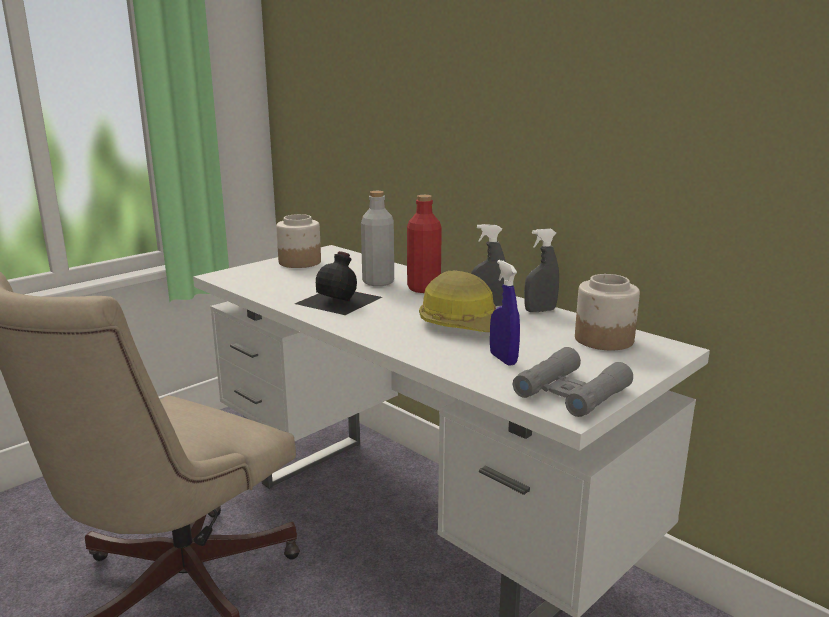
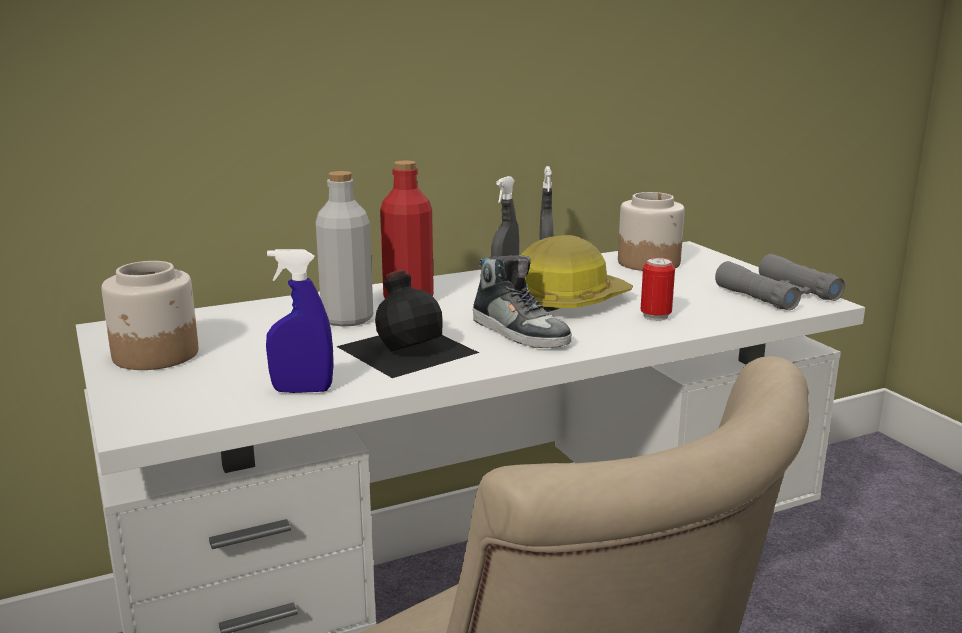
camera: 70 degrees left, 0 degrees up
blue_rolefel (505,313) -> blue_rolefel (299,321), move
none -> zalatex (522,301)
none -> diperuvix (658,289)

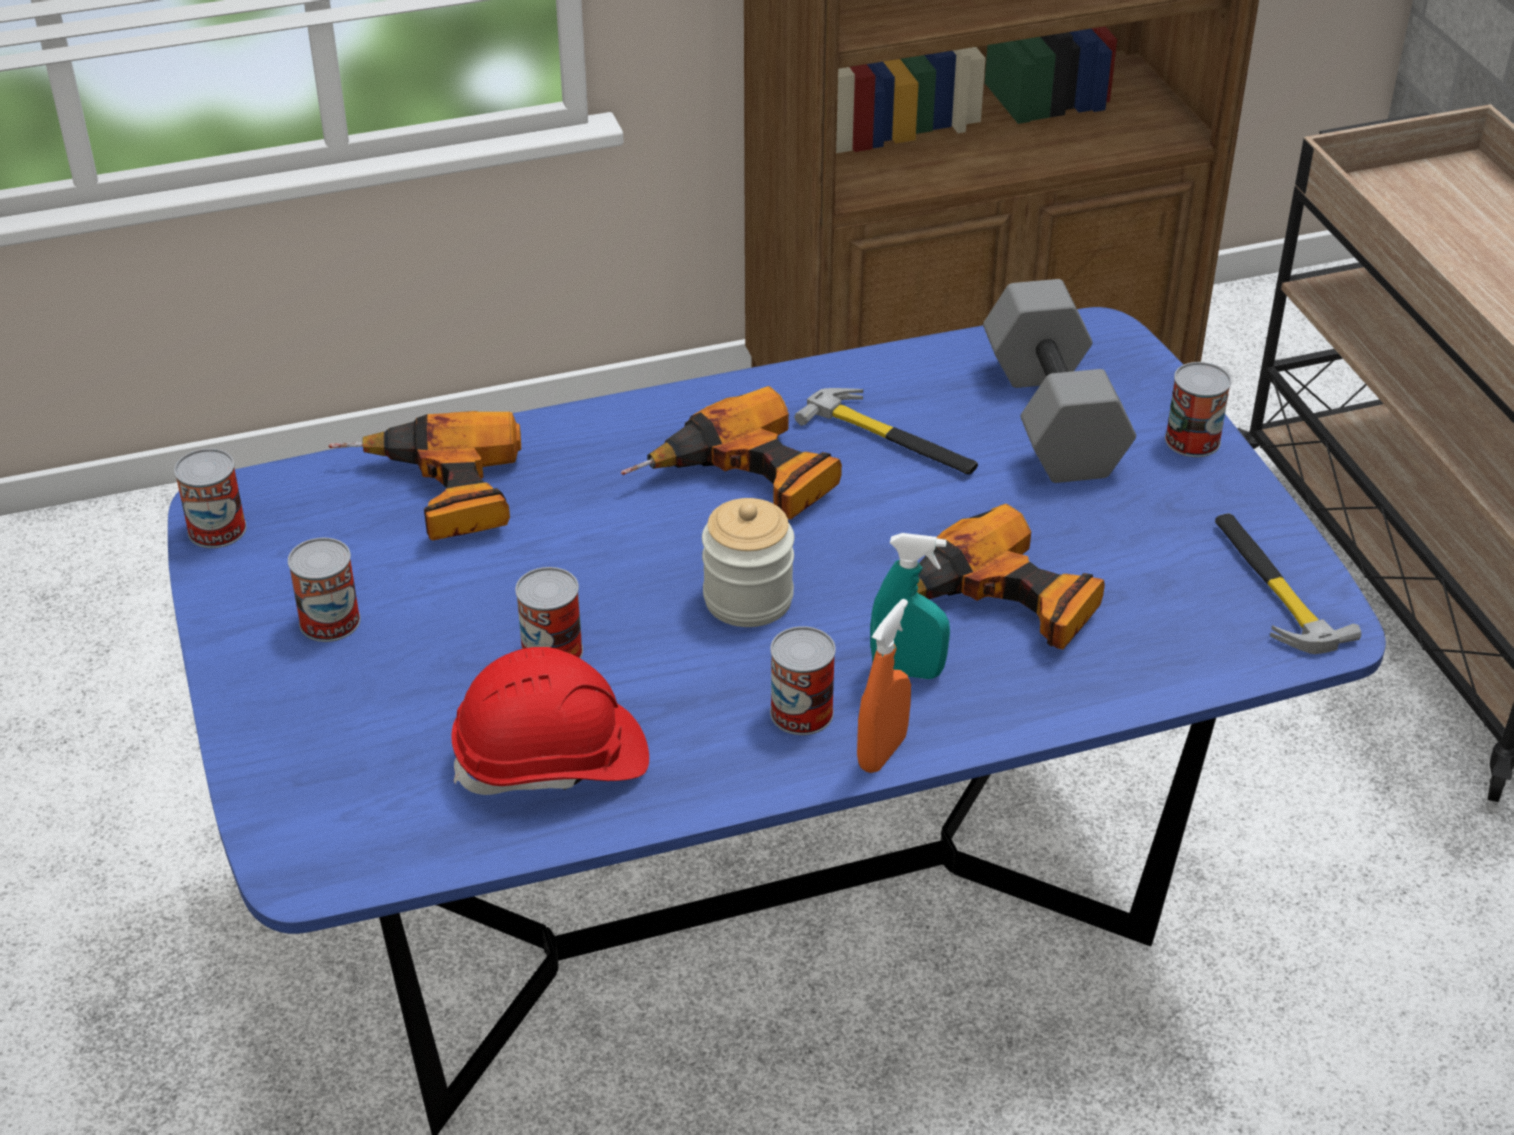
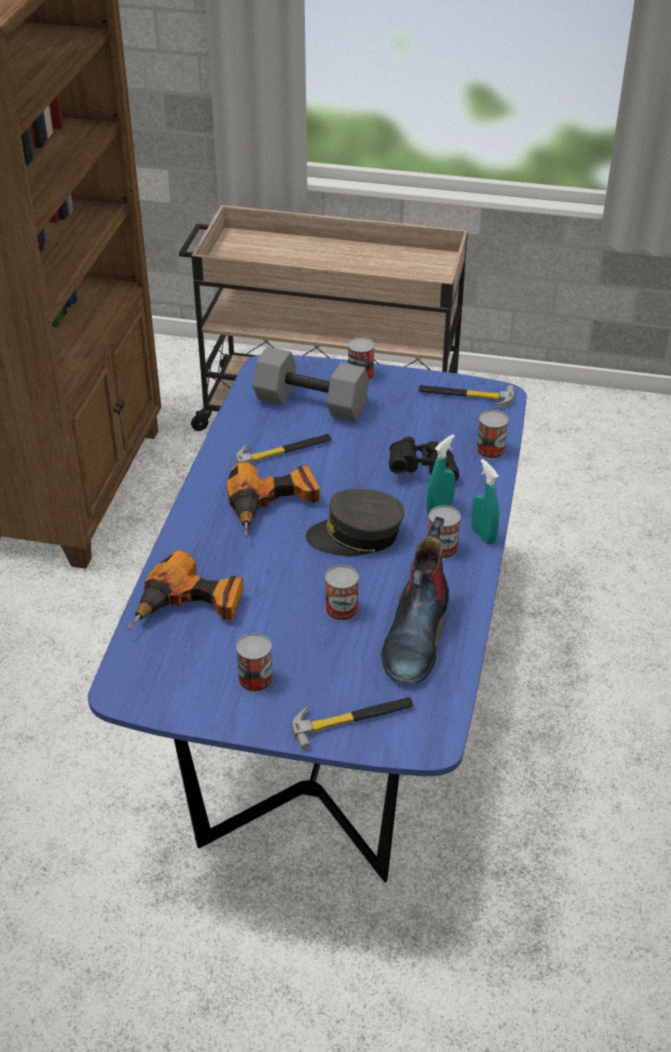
camera: 60 degrees left, 0 degrees up
diperuvix (210,498) -> diperuvix (492,434), move
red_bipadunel (550,721) -> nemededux (415,600)
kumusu (748,562) -> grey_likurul (355,522)
orange_rolefel (884,686) -> turquoise_rolefel (485,502)
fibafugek (1011,576) -> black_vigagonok (424,459)
none -> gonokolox (353,723)

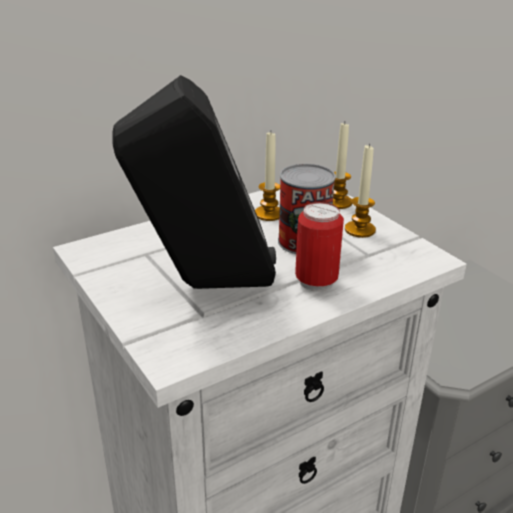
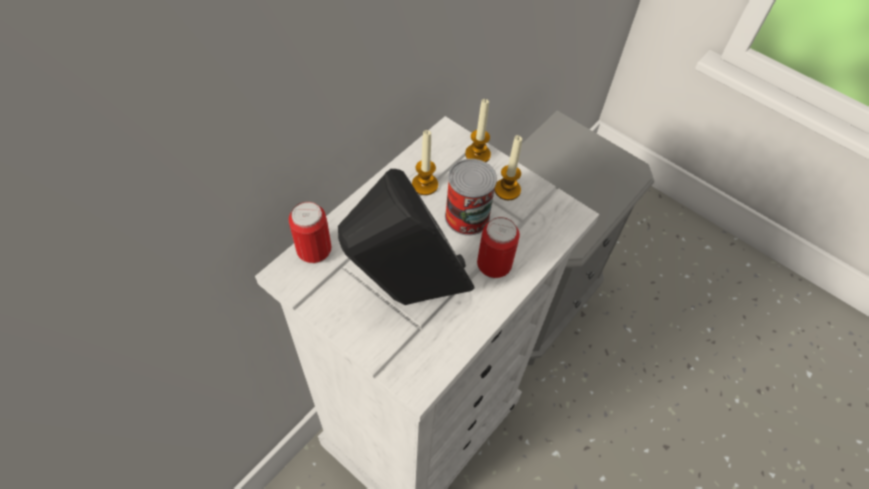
camera: 20 degrees left, 25 degrees up
none -> diperuvix (310,233)

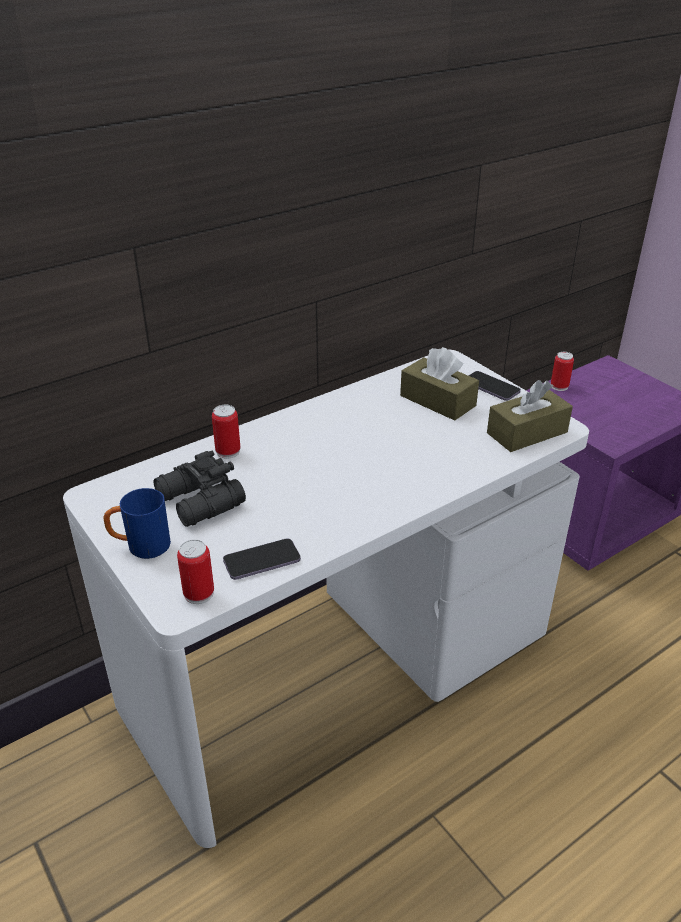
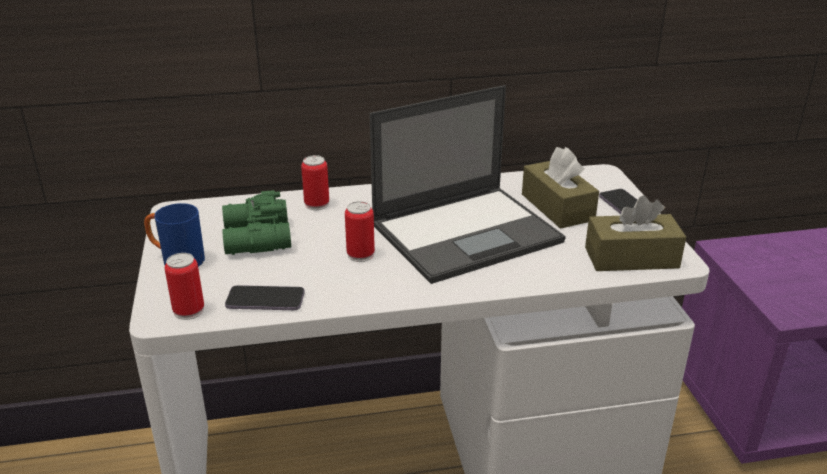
camera: 25 degrees right, 5 degrees down
black_vigagonok (199,489) -> green_vigagonok (256,222)
diperuvix (562,371) -> diperuvix (360,231), move
none -> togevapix (467,184)

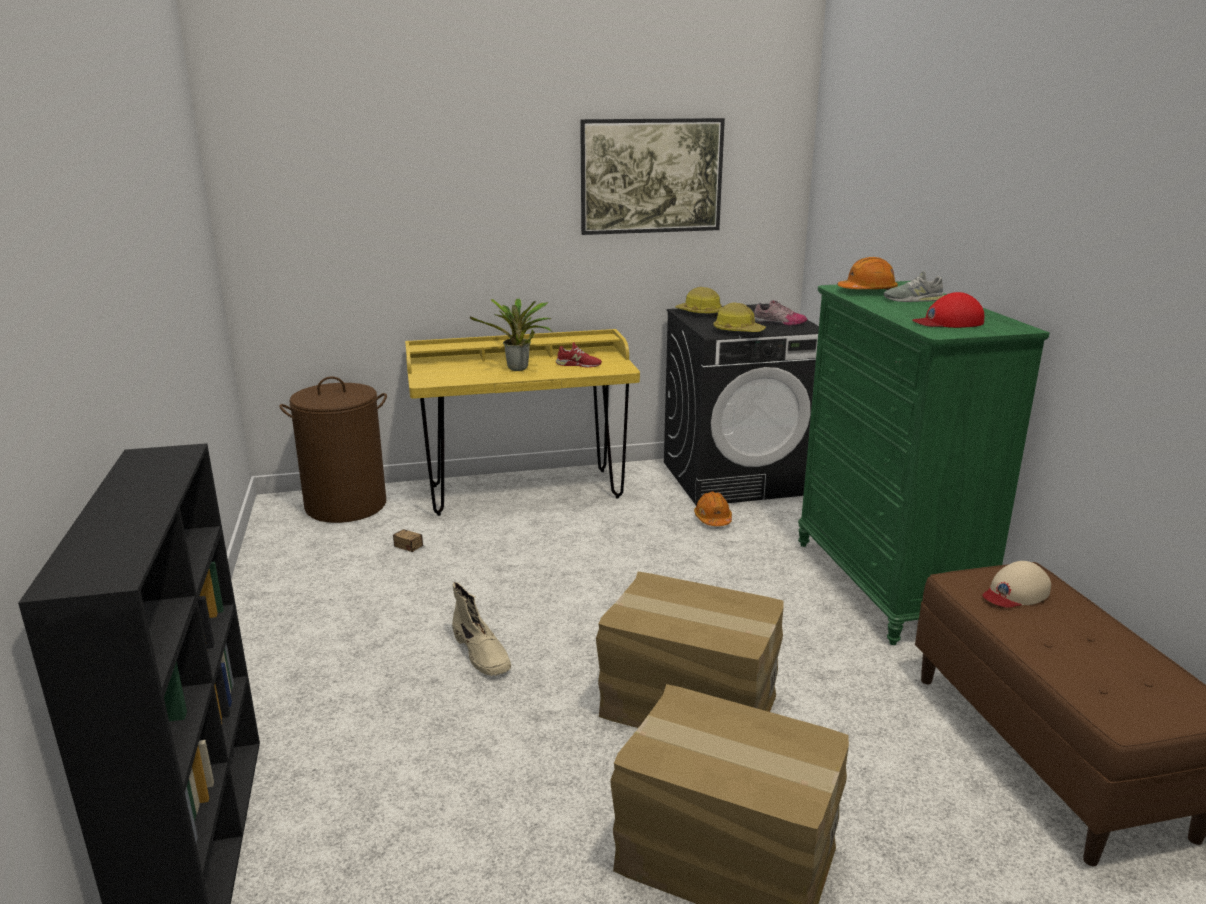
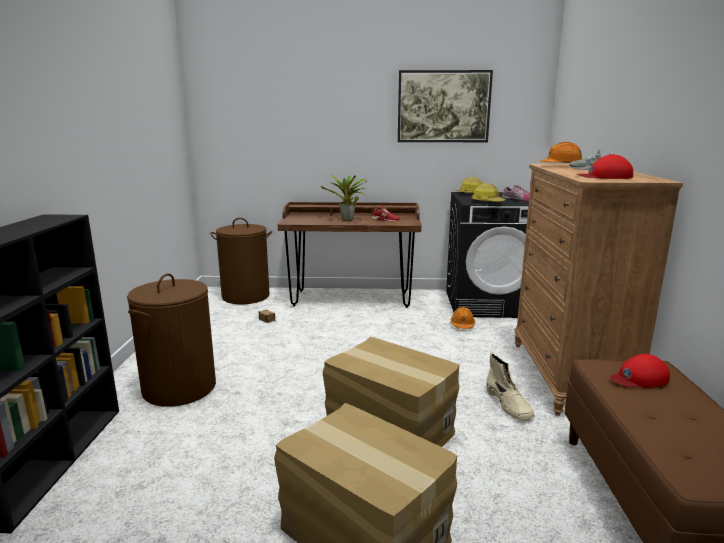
camera: 15 degrees right, 5 degrees down
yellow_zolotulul (522,422) -> brown_zolotulul (349,255)
beige_nemededux (481,629) -> beige_nemededux (510,386), move
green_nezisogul (924,463) -> brown_nezisogul (598,290)
beige_likurul (1017,584) -> red_likurul (640,371)
none -> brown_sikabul (171,340)

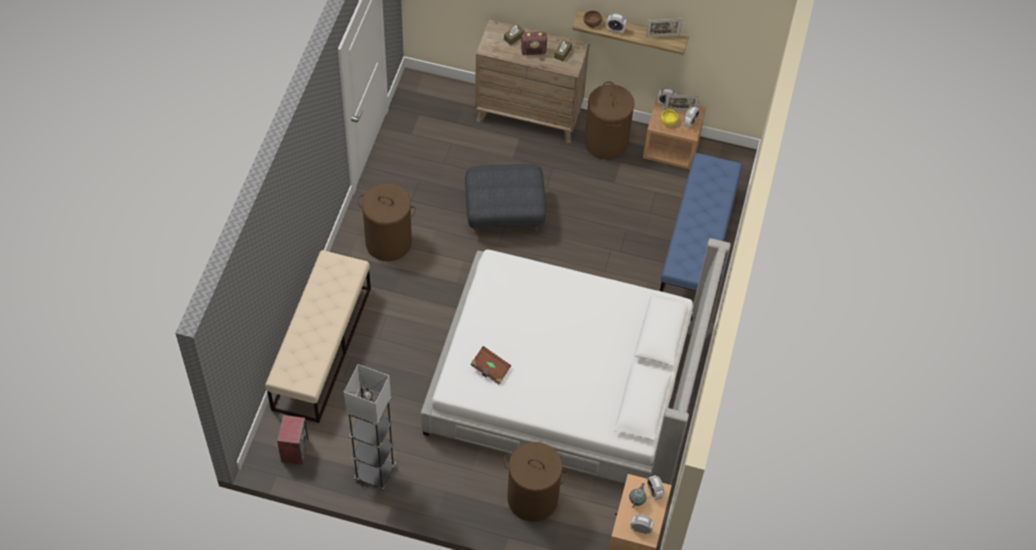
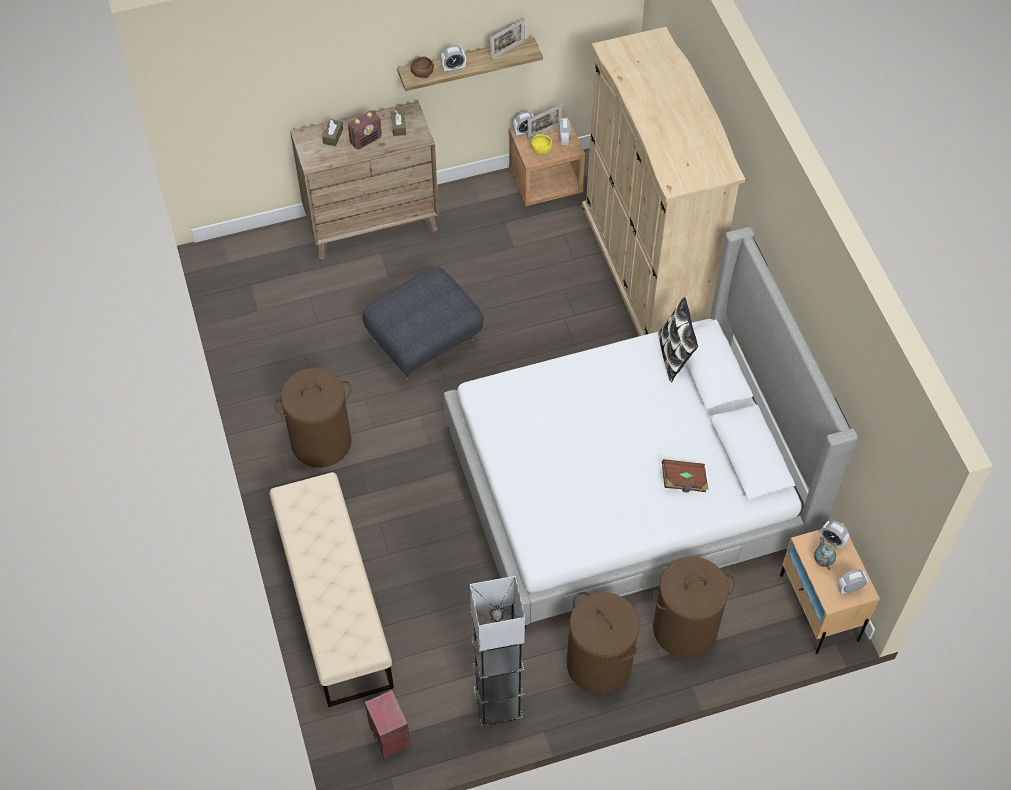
camera: 30 degrees left, 0 degrees up
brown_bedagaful (491,365) -> brown_bedagaful (685,475), move
brown_sikabul (609,120) -> brown_sikabul (603,643), move
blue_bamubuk (701,222) -> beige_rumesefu (663,181)
none -> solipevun (678,339)

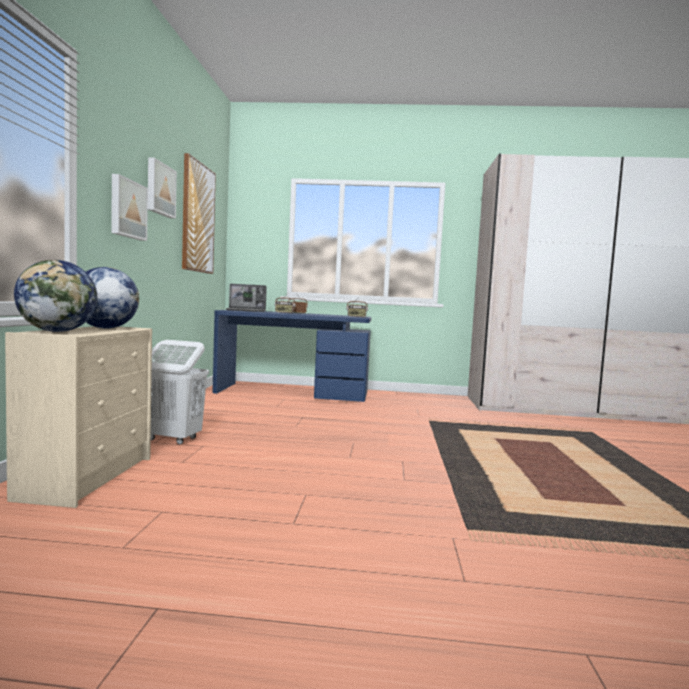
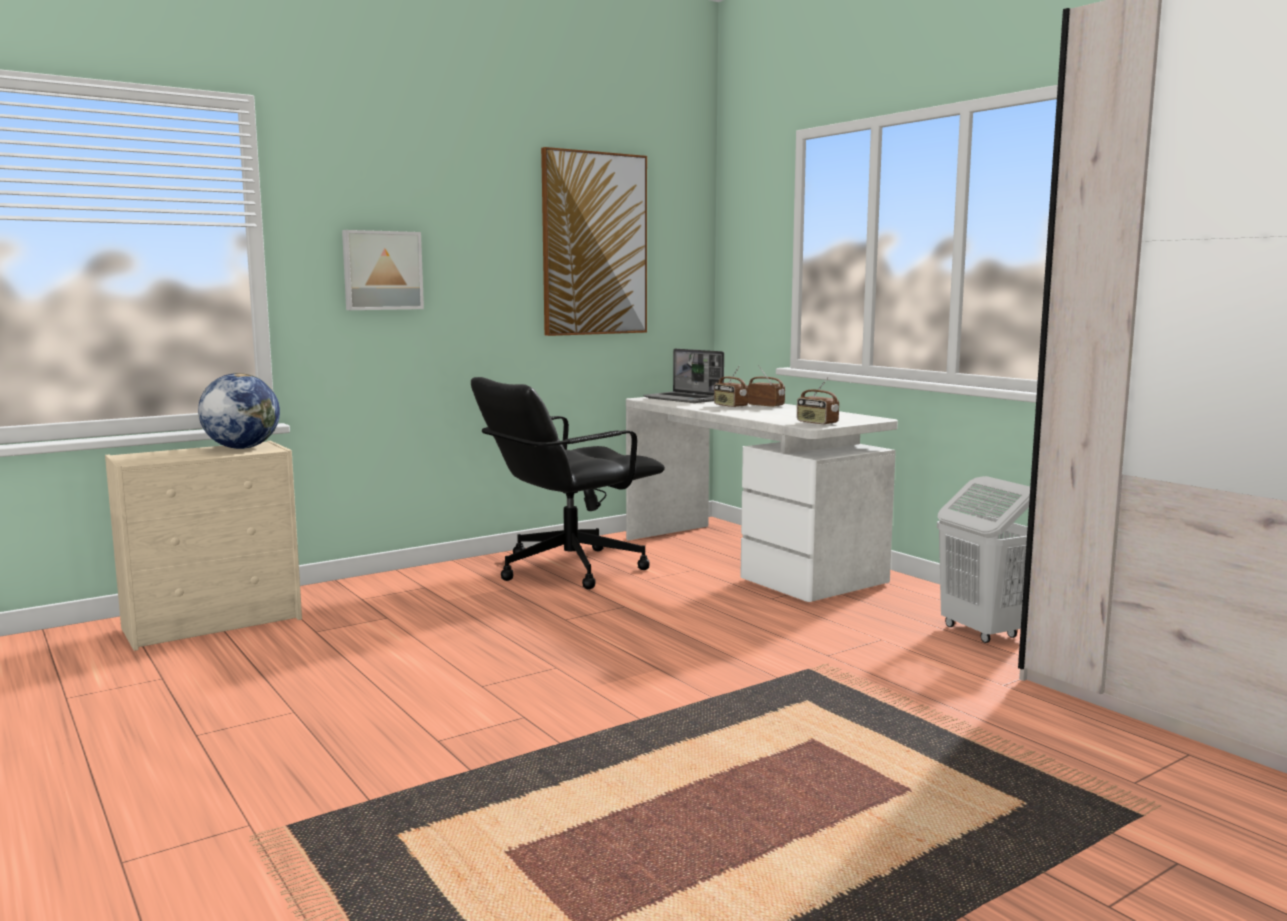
camera: 50 degrees right, 5 degrees up
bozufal (55,296) -> none
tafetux (162,188) -> none
white_sikabul (180,392) -> white_sikabul (983,559), move
blue_zolotulul (291,356) -> white_zolotulul (762,499)
none -> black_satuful (568,483)

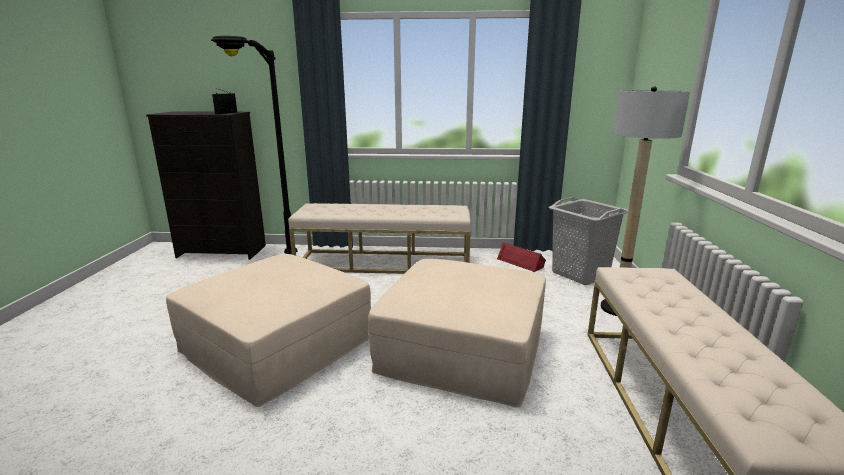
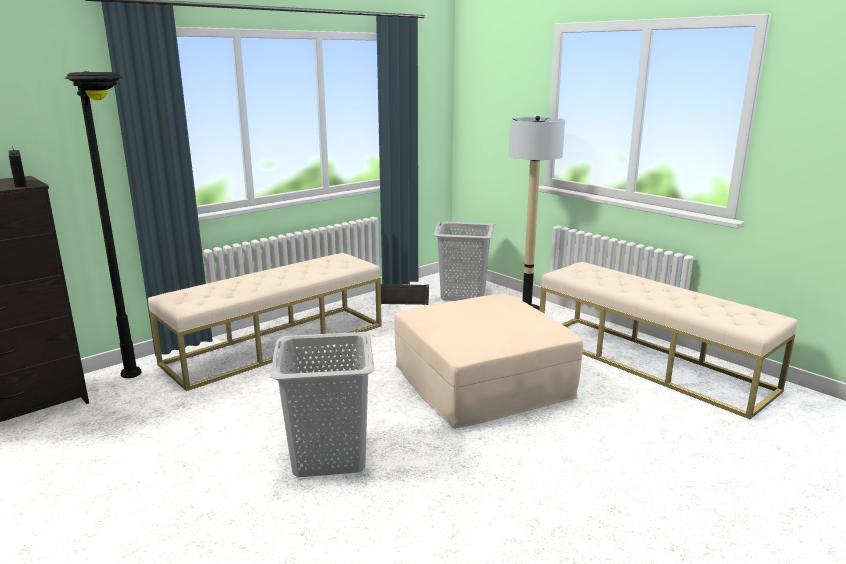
camera: 45 degrees left, 0 degrees up
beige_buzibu (268,330) -> grey_sikabul (322,404)
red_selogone (521,257) -> black_selogone (405,294)

